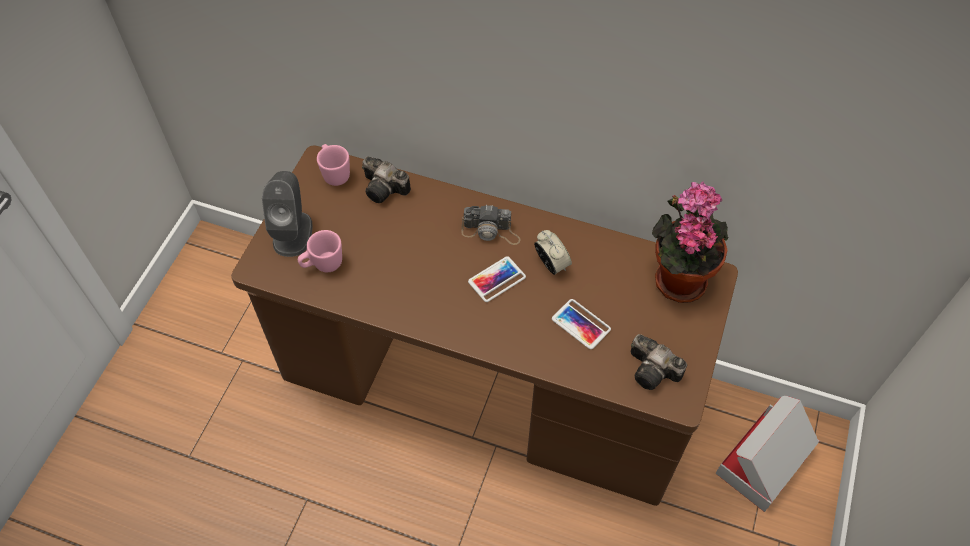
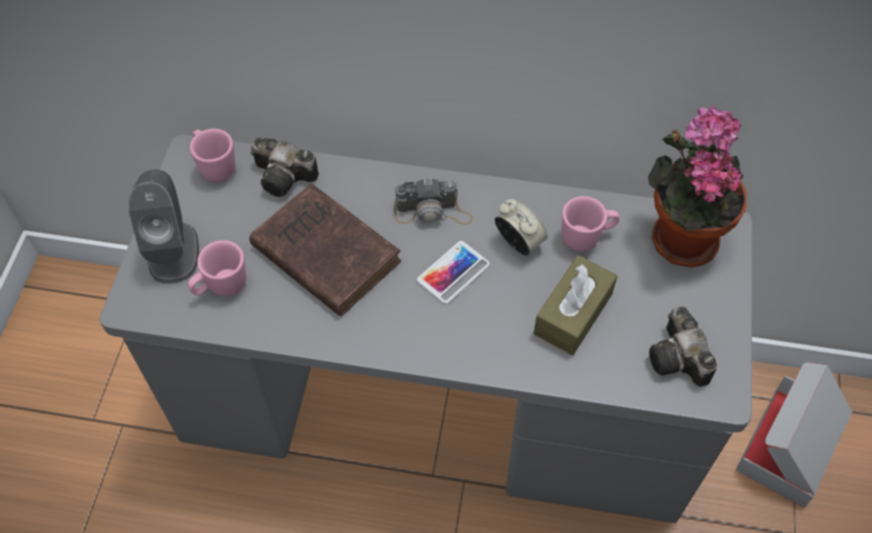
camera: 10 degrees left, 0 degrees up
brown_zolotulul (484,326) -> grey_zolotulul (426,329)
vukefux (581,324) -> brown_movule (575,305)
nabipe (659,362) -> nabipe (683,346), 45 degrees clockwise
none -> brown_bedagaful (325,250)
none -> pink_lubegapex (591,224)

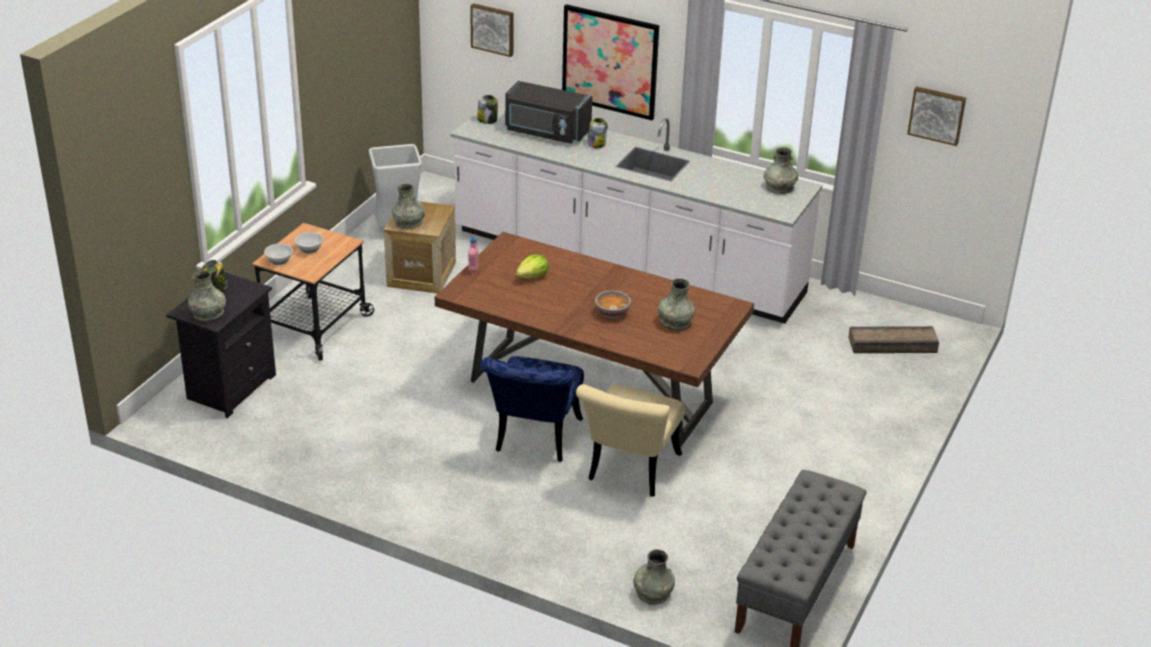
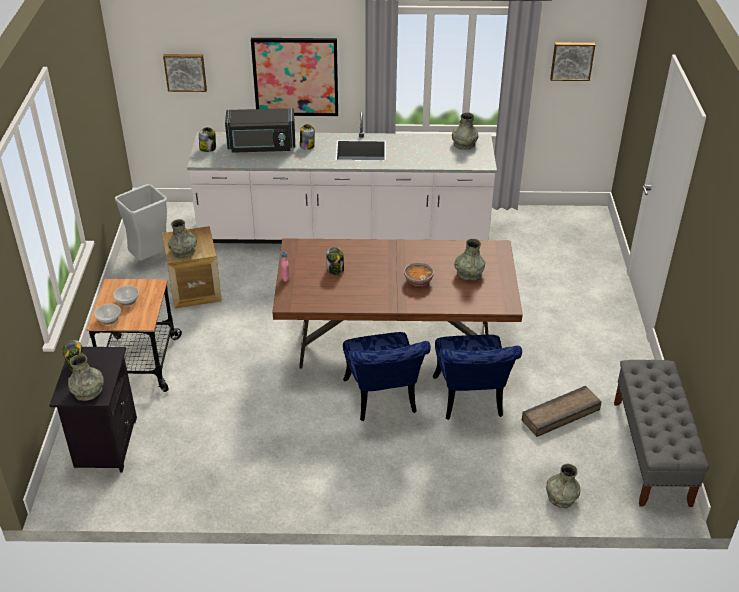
camera: 25 degrees left, 5 degrees up
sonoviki (532,266) -> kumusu (335,261)
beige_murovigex (630,440) -> blue_murovigex (477,377)
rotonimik (894,339) -> rotonimik (562,411), move

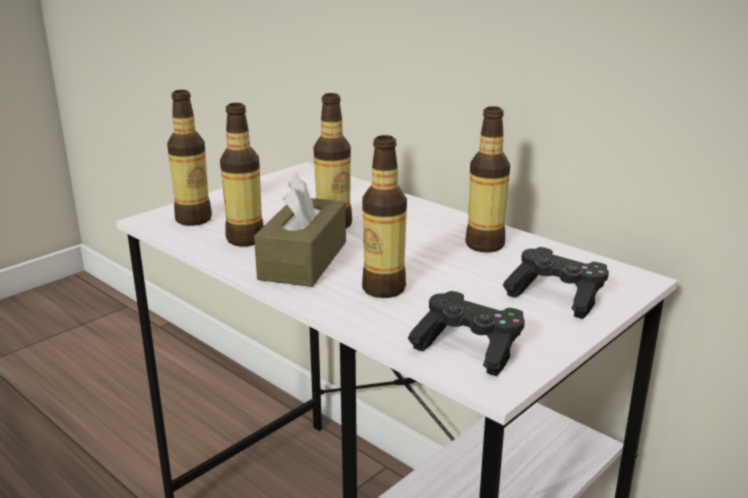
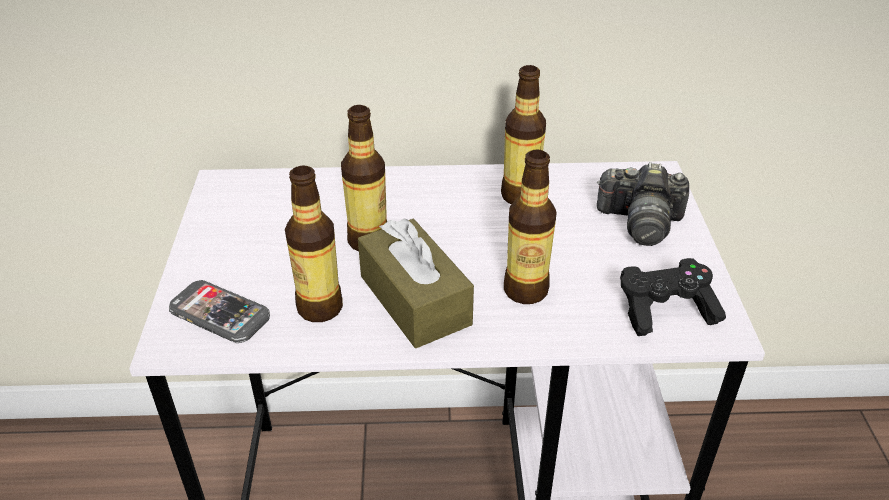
camera: 45 degrees left, 15 degrees up
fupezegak (189,158) -> vukefux (219,311)
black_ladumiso (556,283) -> nabipe (643,204)

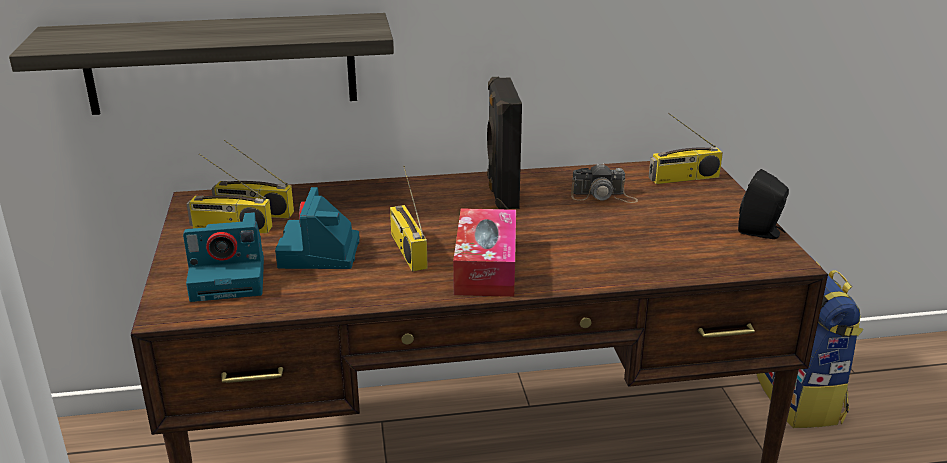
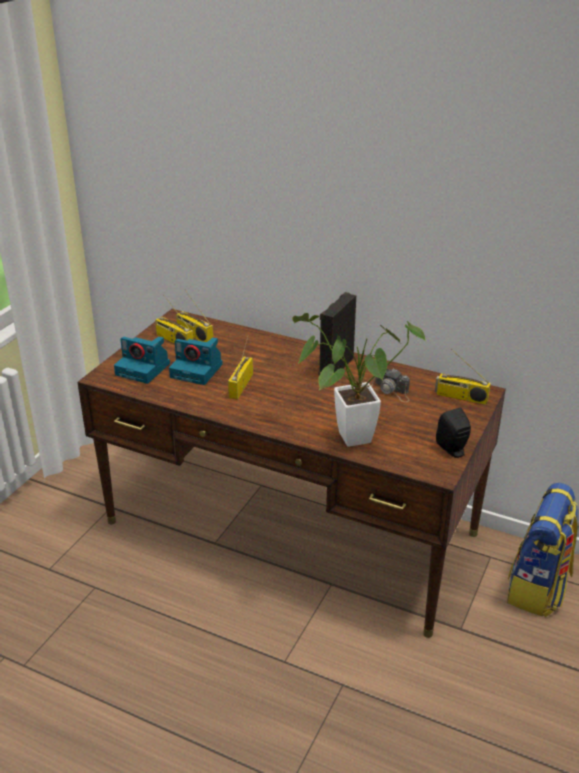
camera: 35 degrees right, 5 degrees up
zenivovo (201,64) -> none
nabipe (317,228) -> nabipe (196,361), 105 degrees counterclockwise
movule (484,252) -> none
none -> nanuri (358,380)

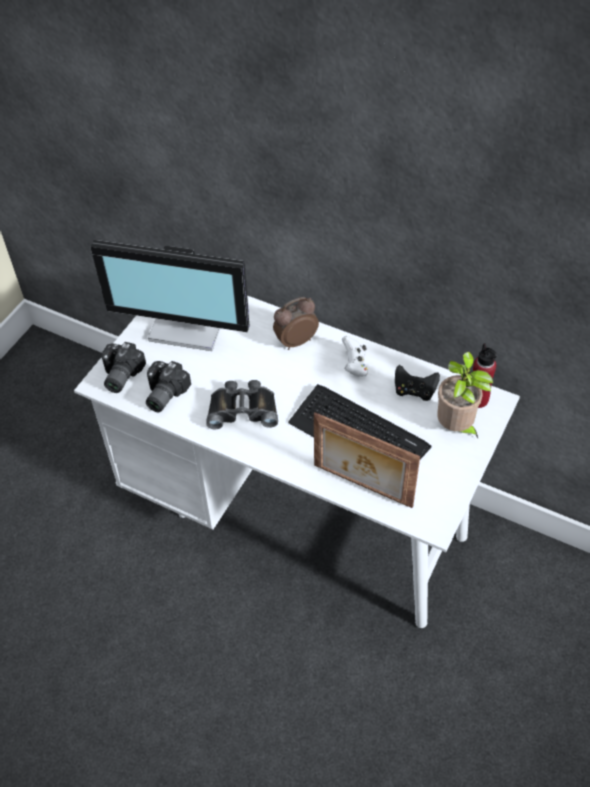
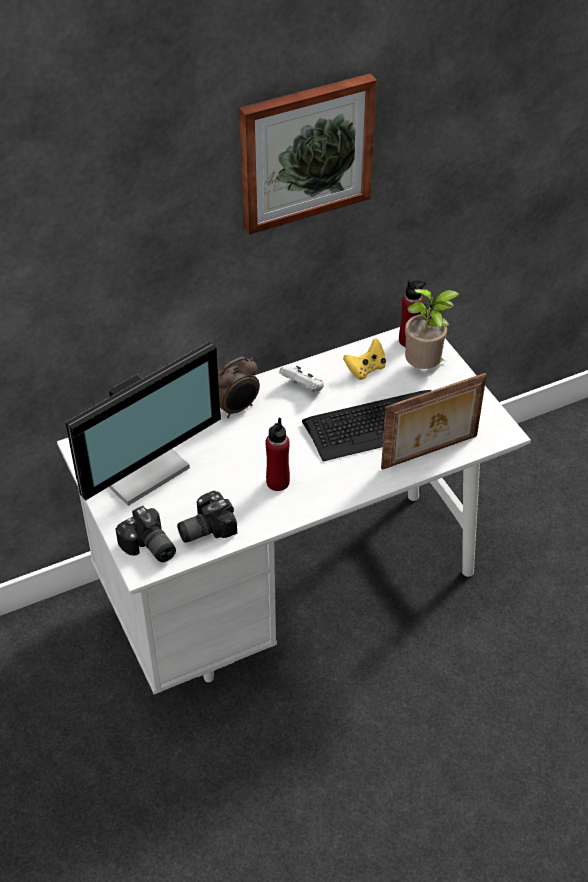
camera: 55 degrees left, 5 degrees down
nabipe (168,386) -> nabipe (207,517), 90 degrees clockwise
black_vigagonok (242,404) -> red_fupezegak (277,454)
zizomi (296,323) -> zizomi (239,387), 135 degrees counterclockwise
black_ladumiso (417,383) -> yellow_ladumiso (364,359)
none -> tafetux (308,154)

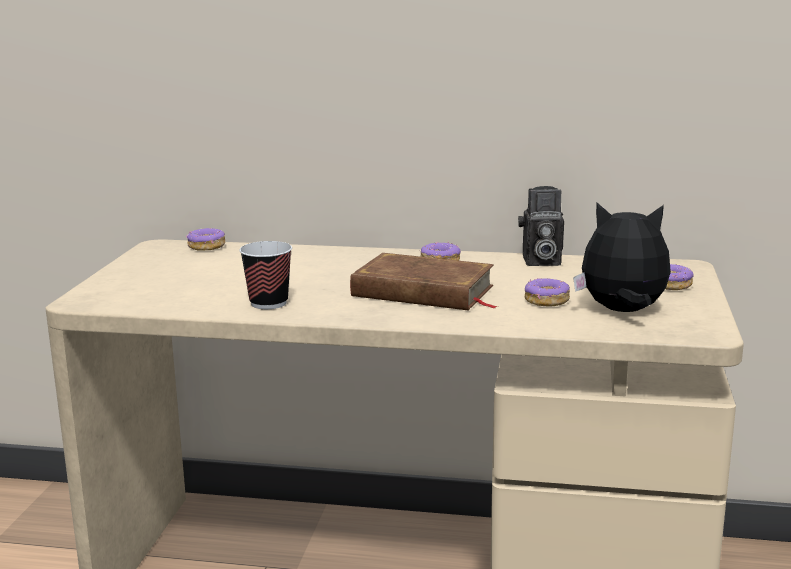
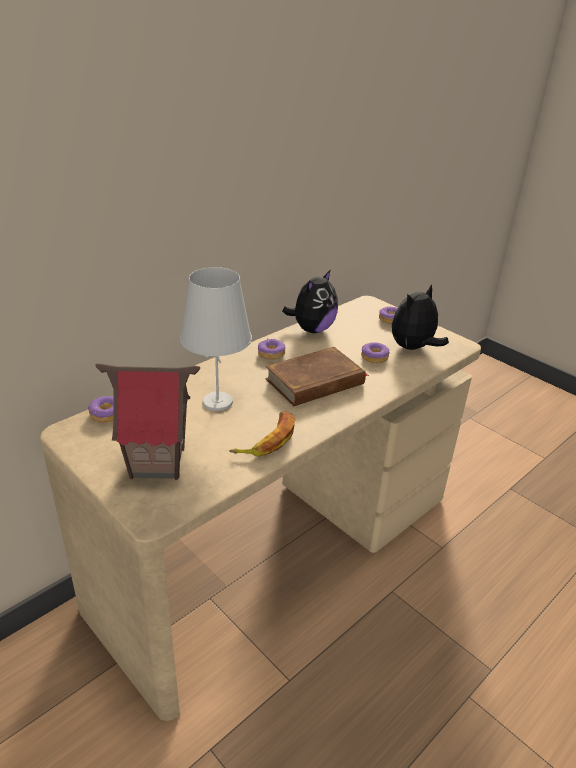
camera: 55 degrees left, 15 degrees up
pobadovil (266,275) -> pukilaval (262,434)
nabipe (541,226) -> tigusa (310,301)
none -> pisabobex (148,422)
none -> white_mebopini (216,339)

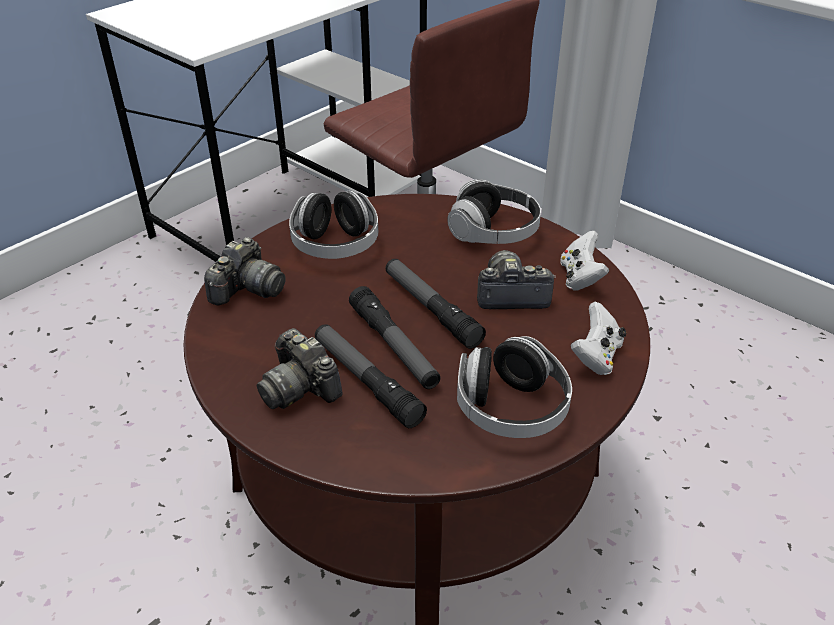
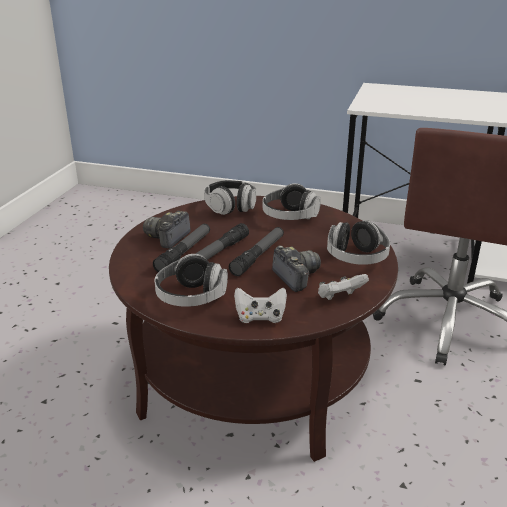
camera: 65 degrees right, 10 degrees down
nabipe (245,271) -> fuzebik (230,197)

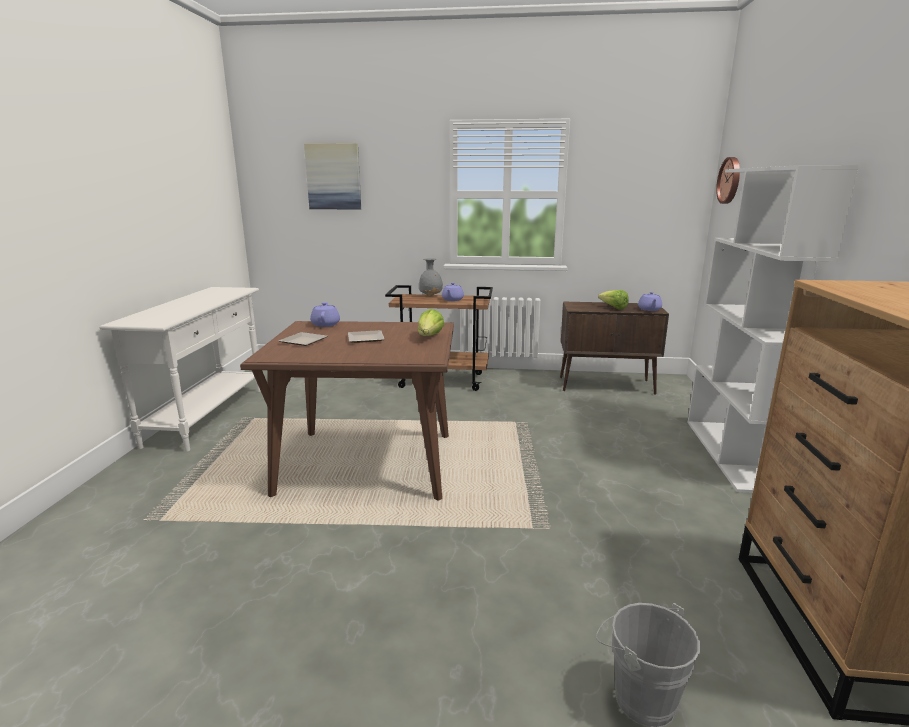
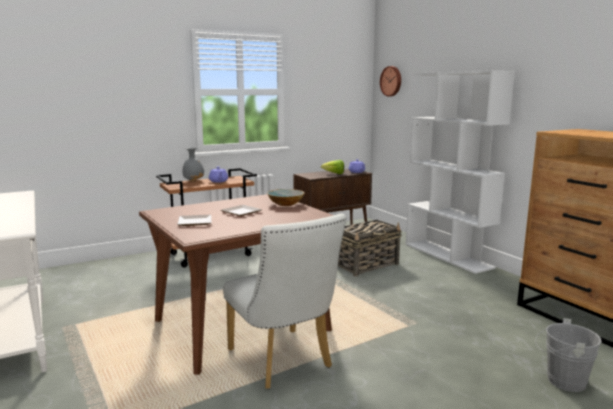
camera: 35 degrees left, 5 degrees down
tafetux (332,176) -> none
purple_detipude (325,314) -> none
sonoviki (431,322) -> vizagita (286,197)
none -> white_murovigex (284,301)
none -> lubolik (369,248)

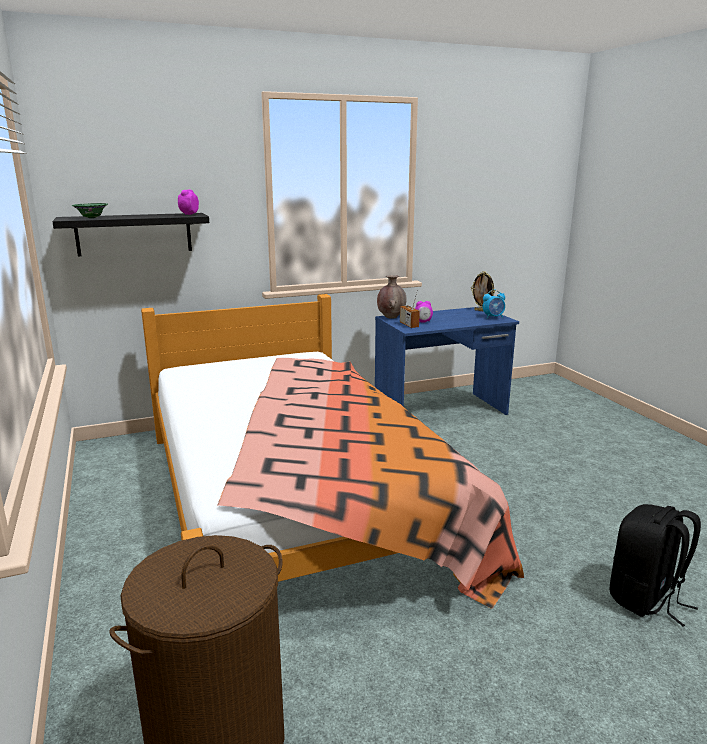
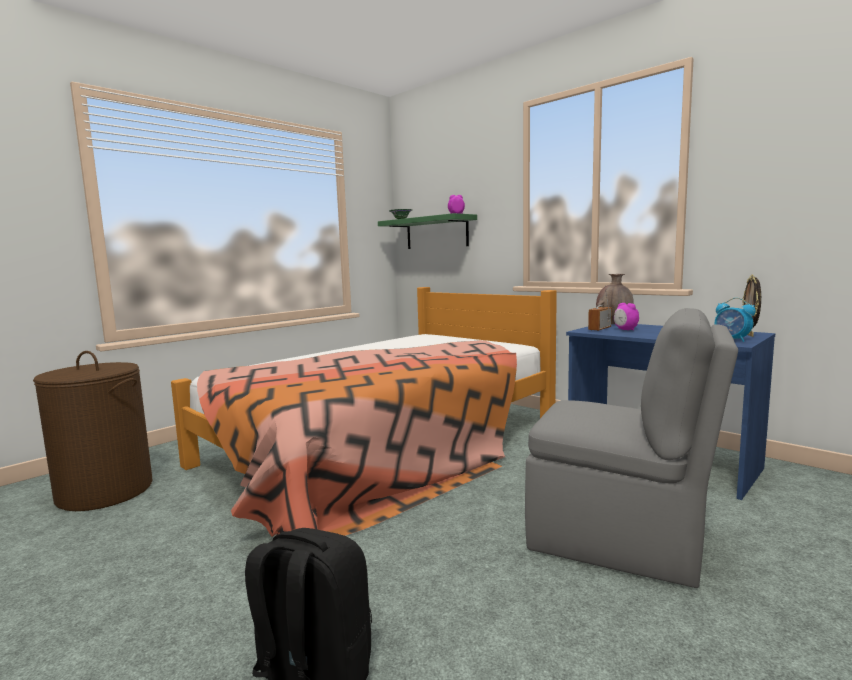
camera: 65 degrees right, 10 degrees down
black_zenivovo (130,234) -> green_zenivovo (427,231)
none -> grey_murovigex (631,448)

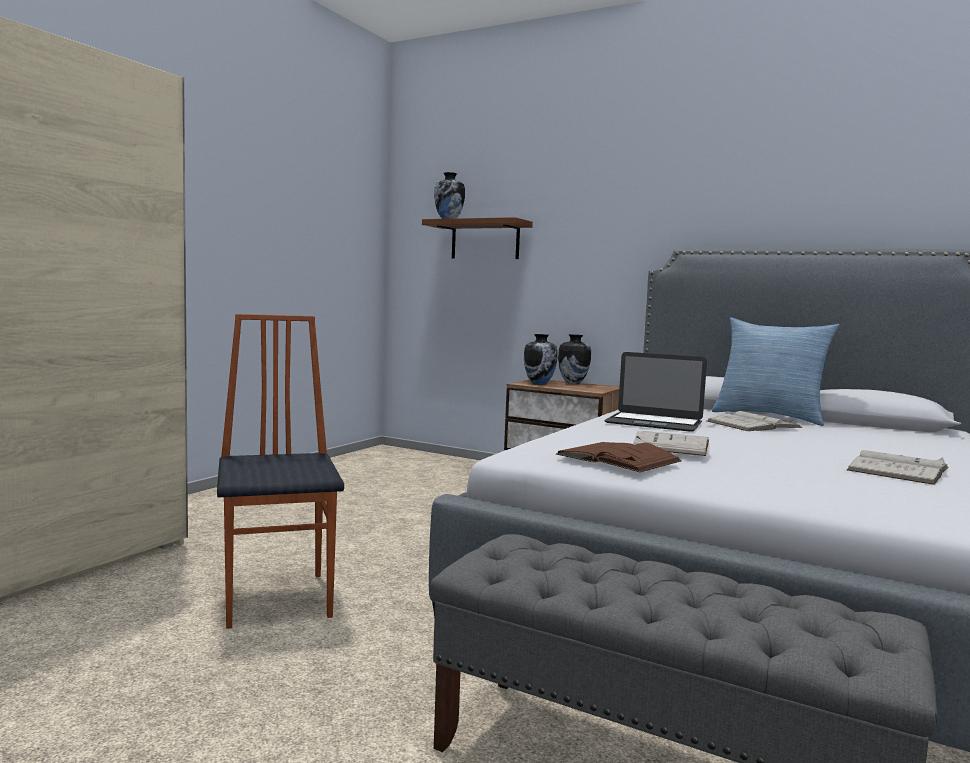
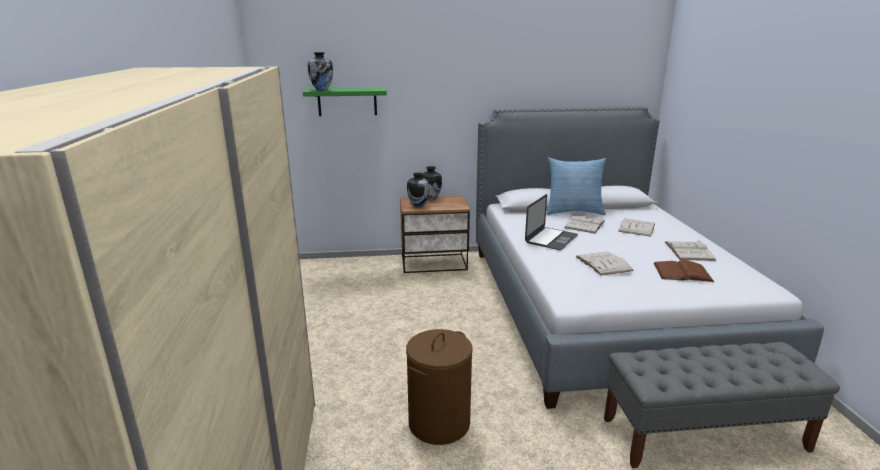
camera: 35 degrees left, 15 degrees up
murovigex (280,471) -> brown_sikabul (439,387)
brown_zenivovo (477,238) -> green_zenivovo (345,102)
brown_bedagaful (619,457) -> brown_bedagaful (683,271), move
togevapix (655,392) -> togevapix (551,222), 45 degrees counterclockwise
none -> white_bedagaful (636,227)

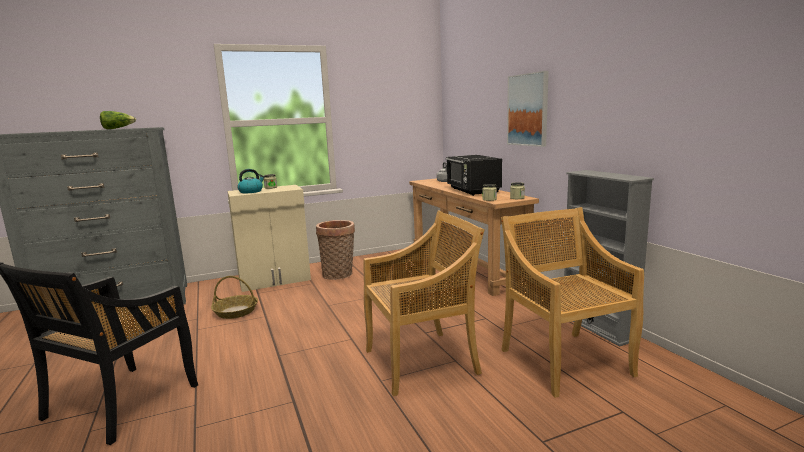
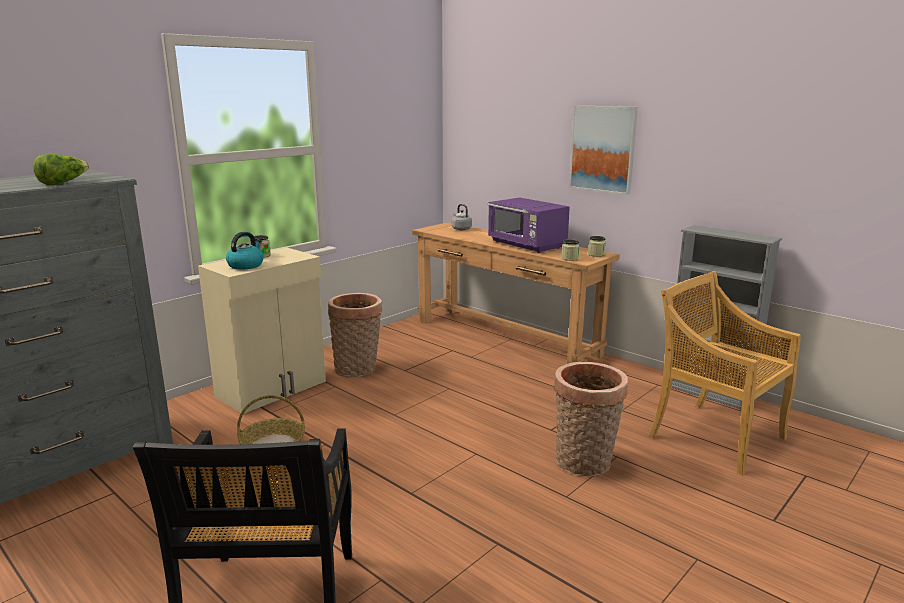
camera: 25 degrees left, 5 degrees up
beige_murovigex (424,303) -> lubolik (591,419)
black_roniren (474,175) -> purple_roniren (529,225)

